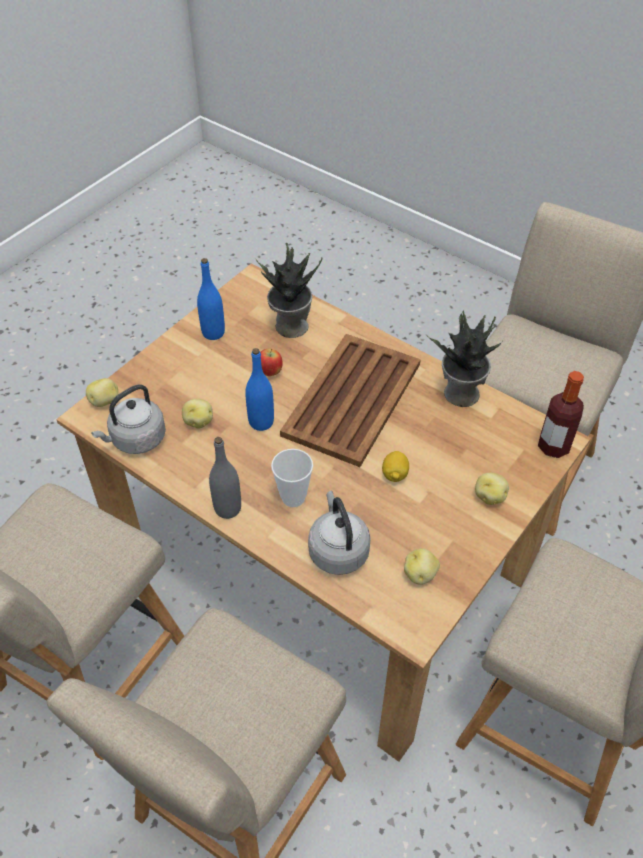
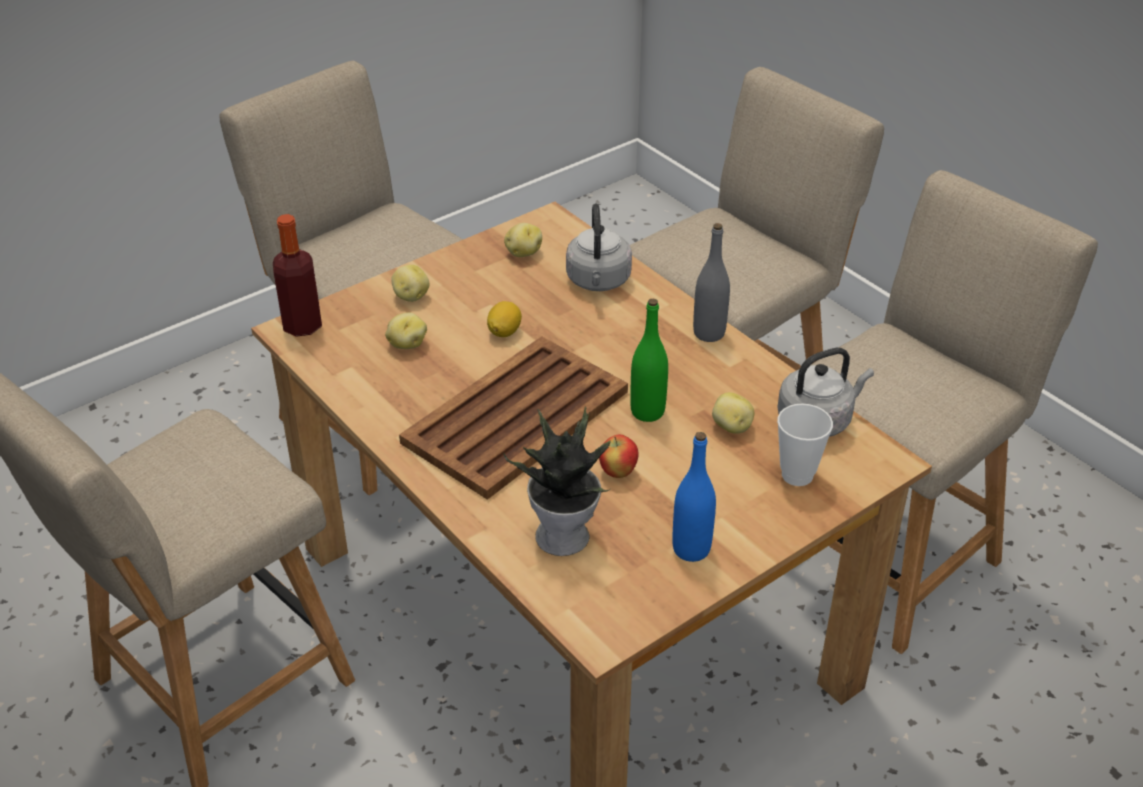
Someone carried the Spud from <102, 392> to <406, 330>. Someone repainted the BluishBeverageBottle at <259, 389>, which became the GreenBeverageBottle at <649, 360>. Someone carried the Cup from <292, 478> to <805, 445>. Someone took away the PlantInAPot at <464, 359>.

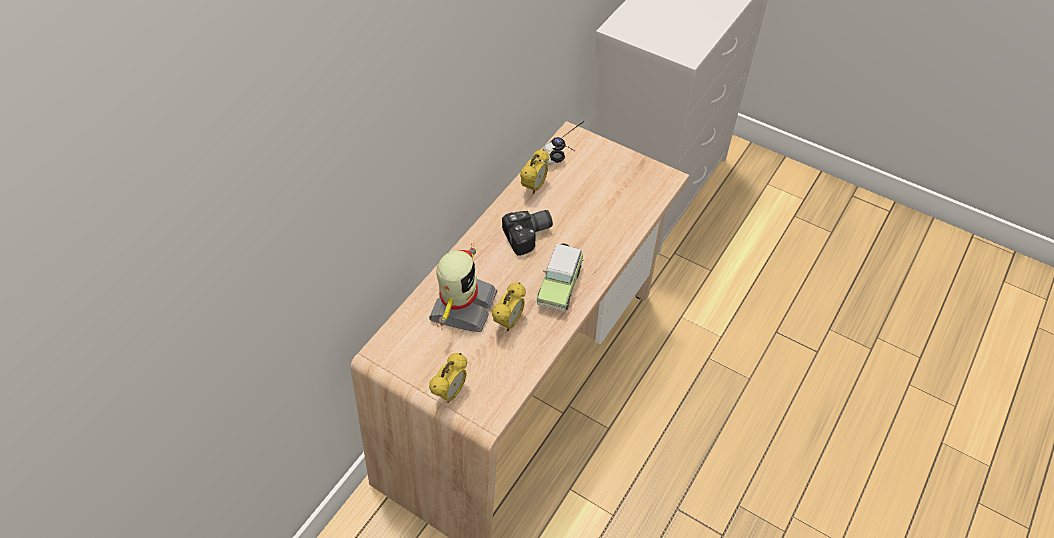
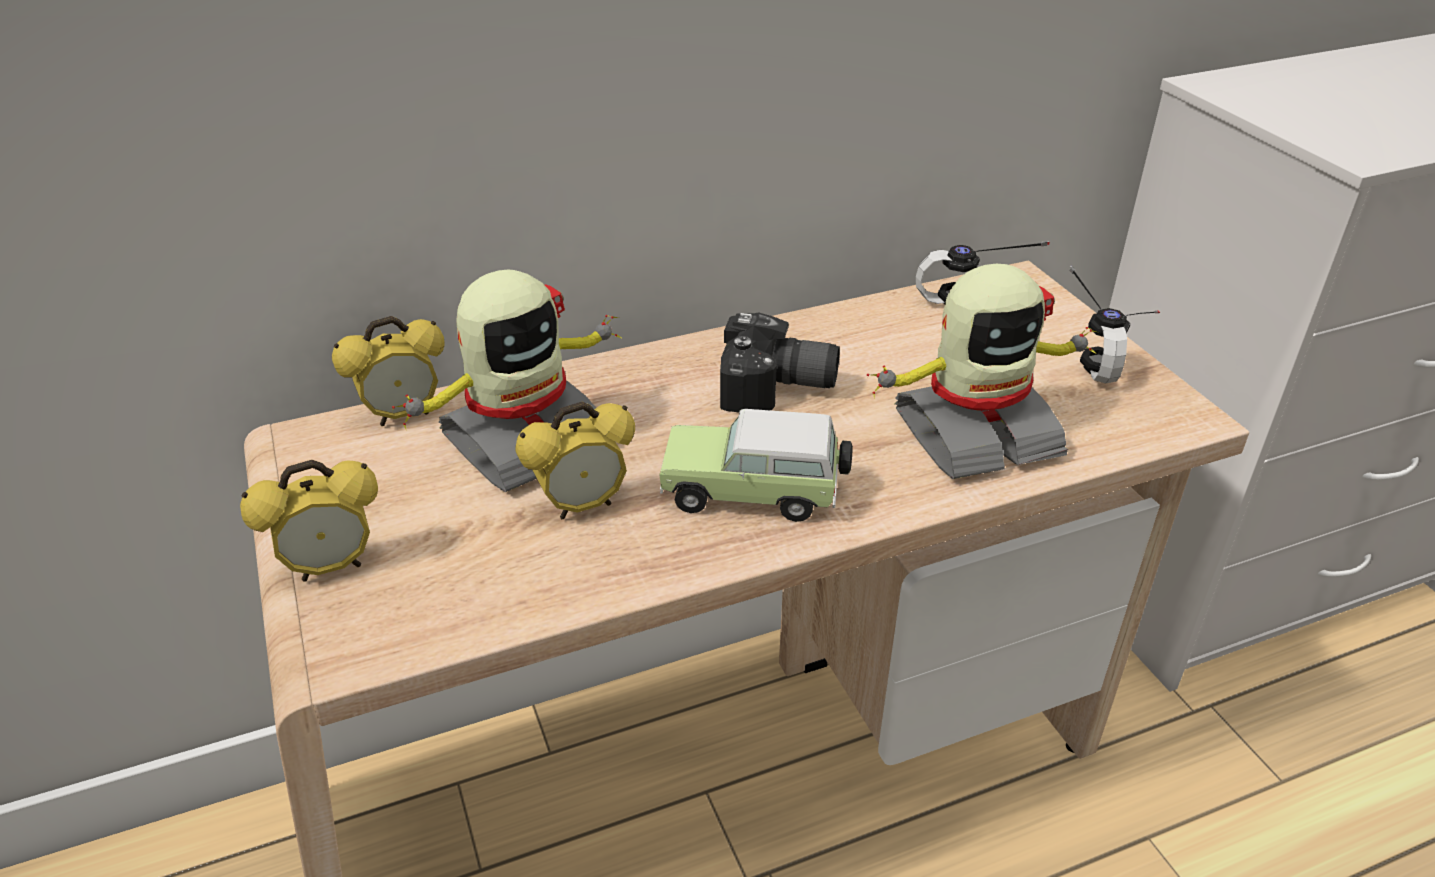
Someone carried the TableClock from <534, 171> to <388, 371>. Someone rotated the ToyCar at <560, 277> by 45 degrees clockwise. Someone put down the ToyRobot at <981, 371>. Someone put down the Headset at <1115, 324>.

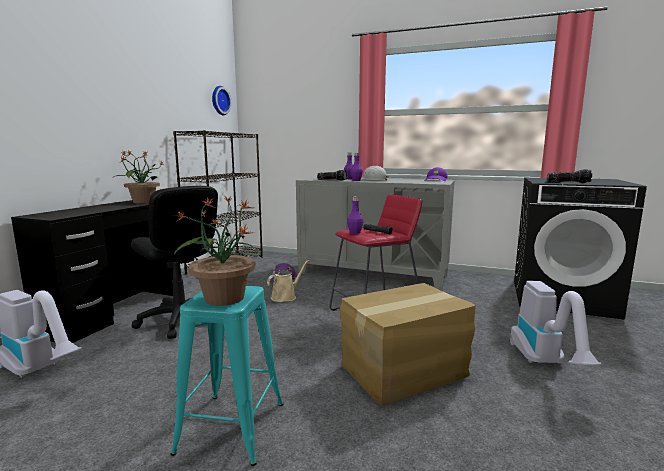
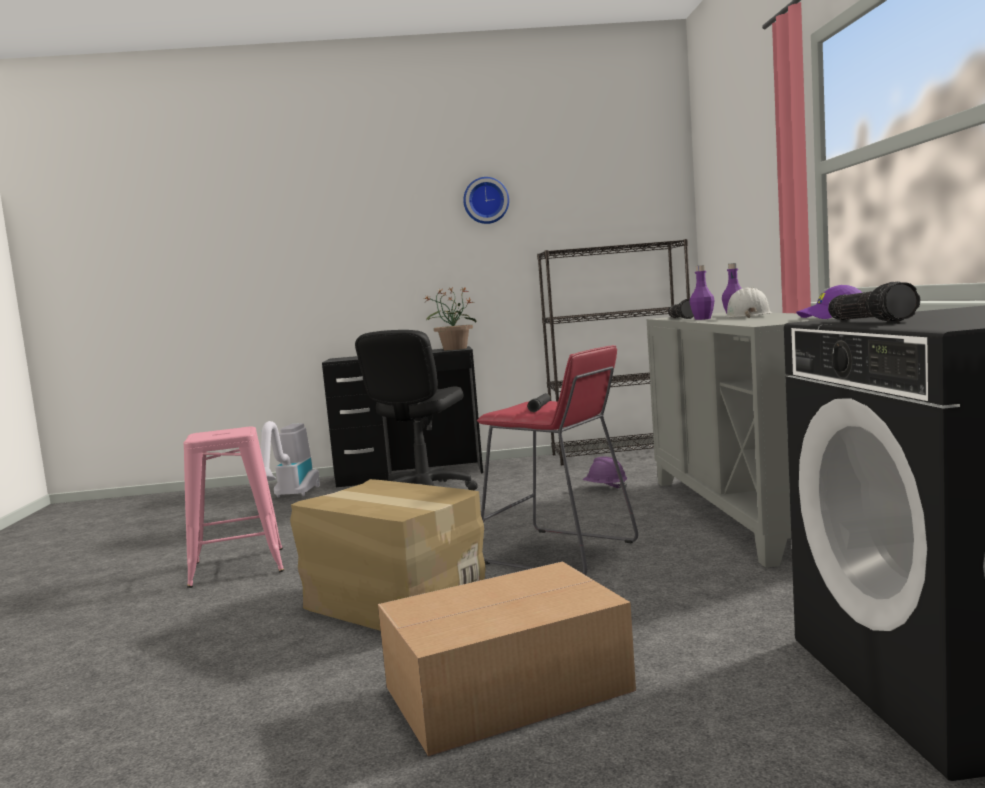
Someone repainted the BlueGreenStoolSeat at <227, 376>, which became the PinkColouredStoolSeat at <233, 507>. Someone swapped the Vacuum at <556, 323> for the CardboardBox at <507, 658>. Someone carried the HangingClock from <222, 100> to <486, 200>. Someone took away the PlantInAPot at <218, 250>. Someone took away the BeigeWateringCan at <288, 281>. Someone took away the PurpleBeverageBottle at <355, 215>.

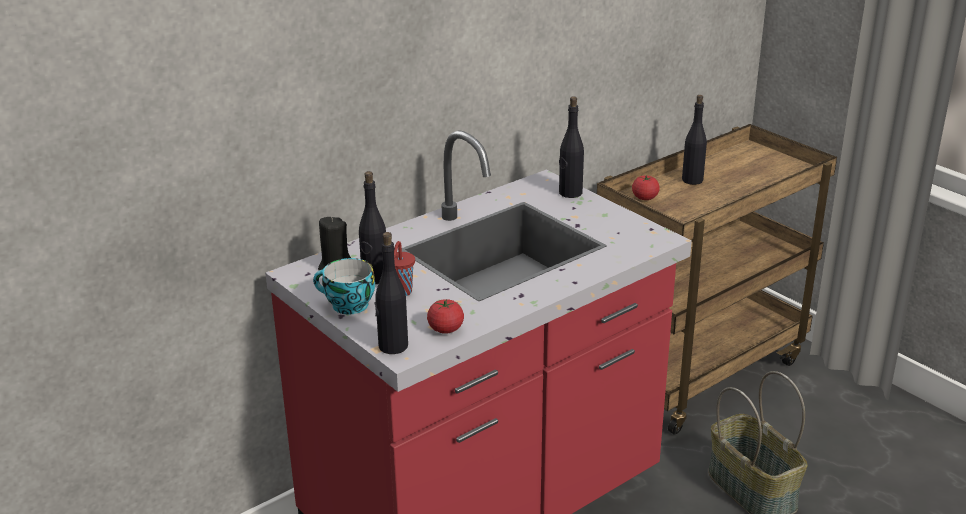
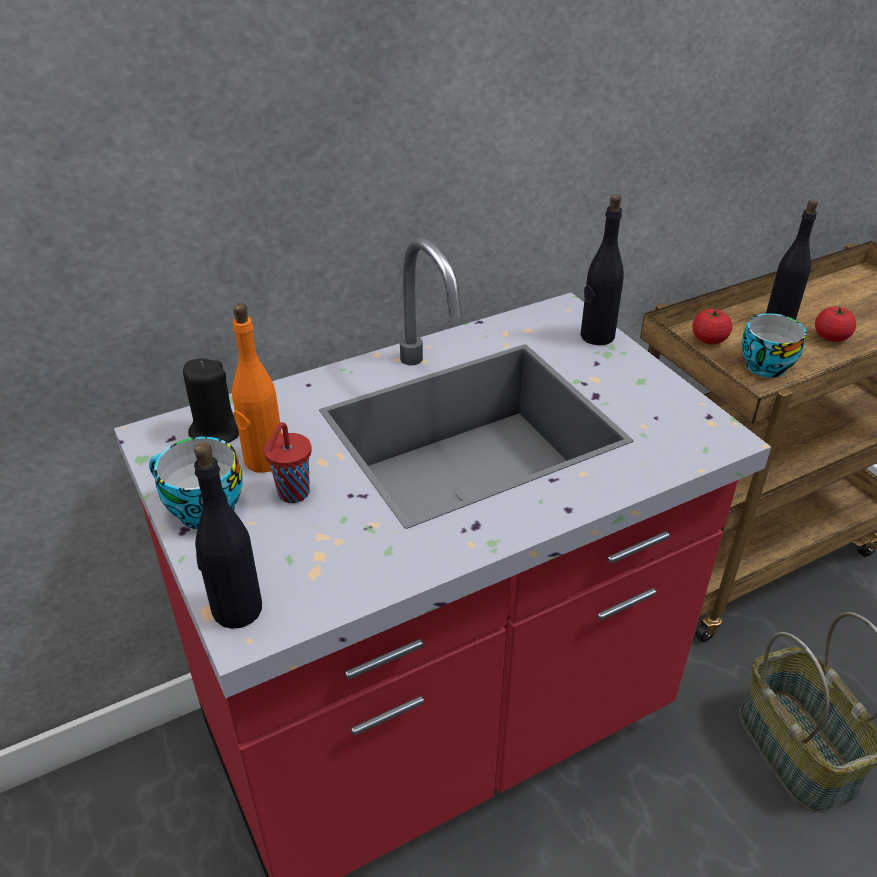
Someone repainted the BlackColouredBeverageBottle at <372, 227>, which became the OrangeBeverageBottle at <257, 388>. Someone put down the Cup at <773, 345>. Someone carried the WholeTomato from <445, 316> to <835, 324>.

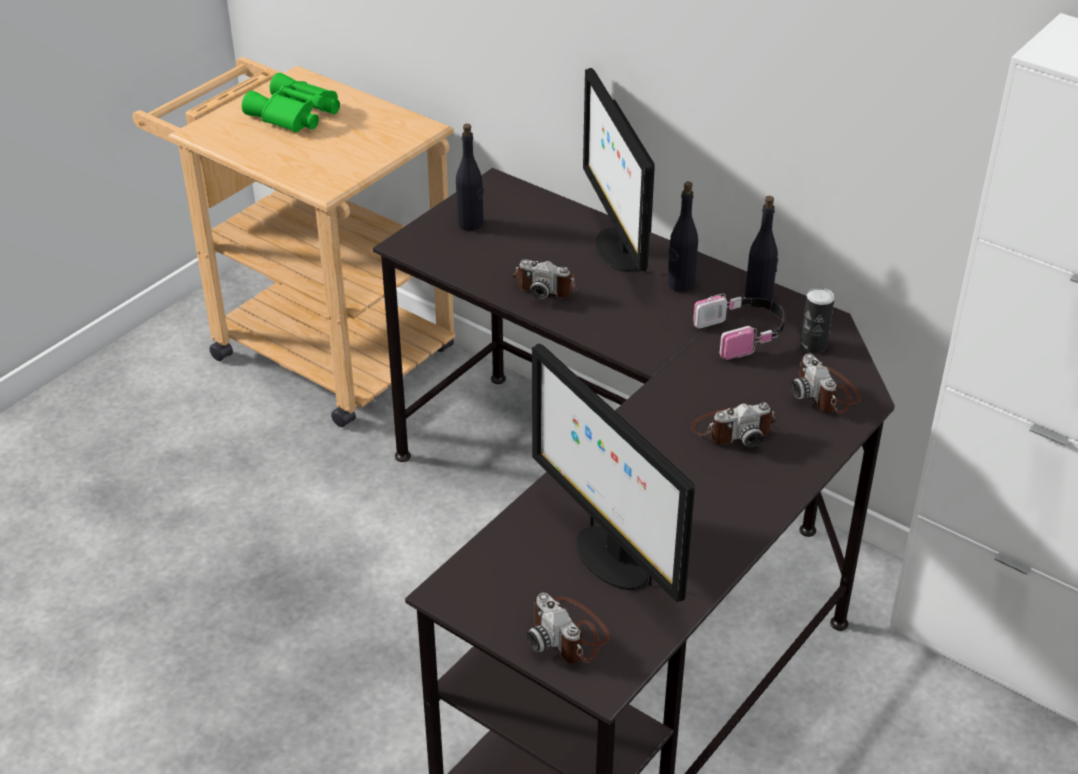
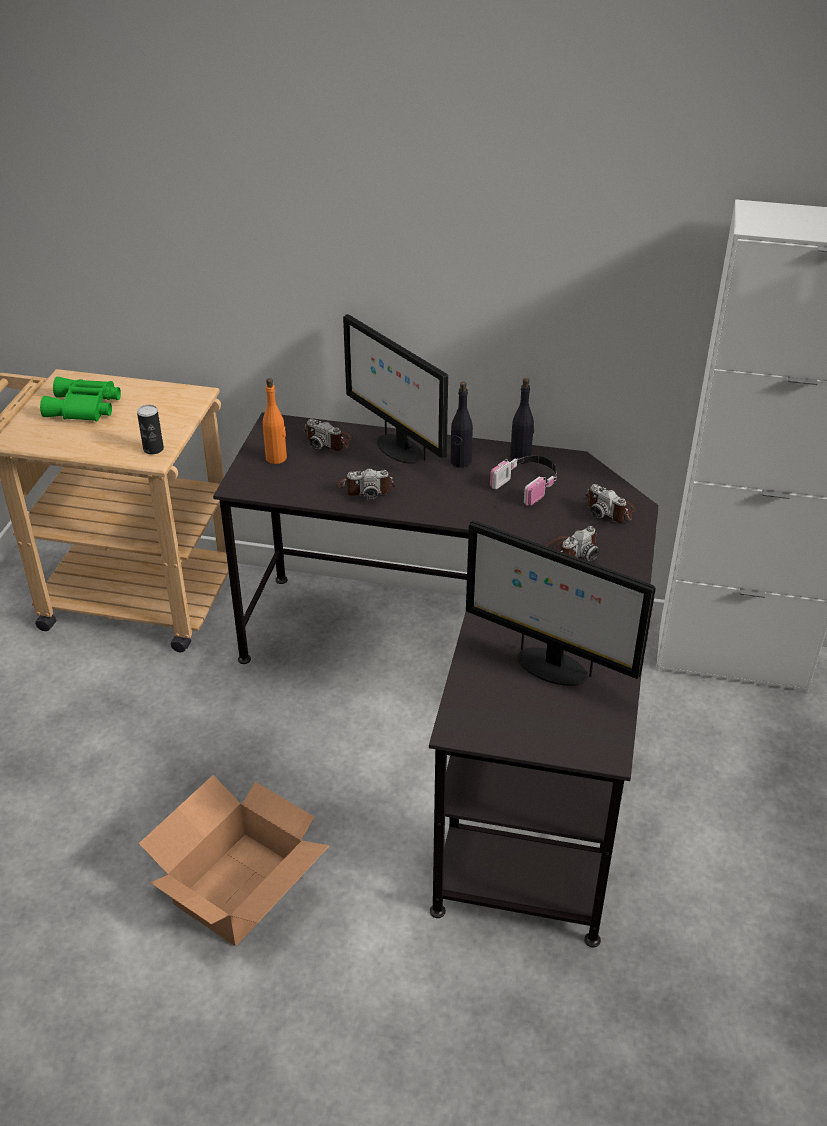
Someone carried the SealedCan from <817, 320> to <150, 429>. Someone put down the CardboardBox at <234, 860>. Someone repainted the BlackColouredBeverageBottle at <470, 177>, which became the OrangeBeverageBottle at <275, 421>. Someone carried the StillCamera from <568, 628> to <328, 435>.

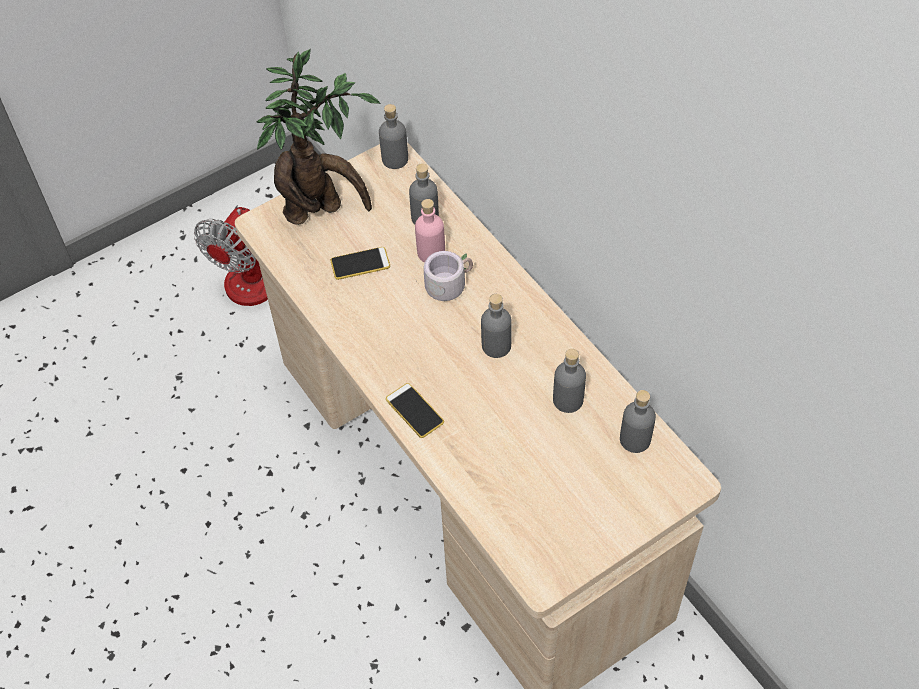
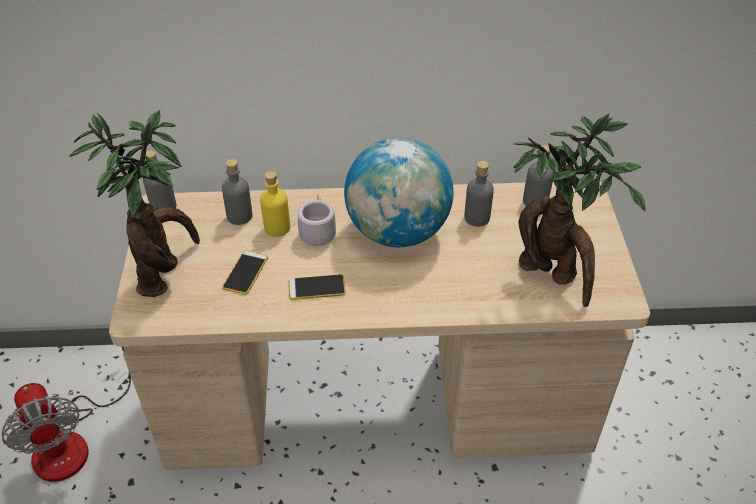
Someone repainted the PinkColouredBeverageBottle at <430, 230>, which became the YellowColouredBeverageBottle at <275, 204>. Someone carried the Phone from <415, 410> to <317, 287>. Someone swapped the GrayBeverageBottle at <496, 326> for the DeskGlobe at <399, 192>. Someone put down the PlantInAPot at <579, 210>.

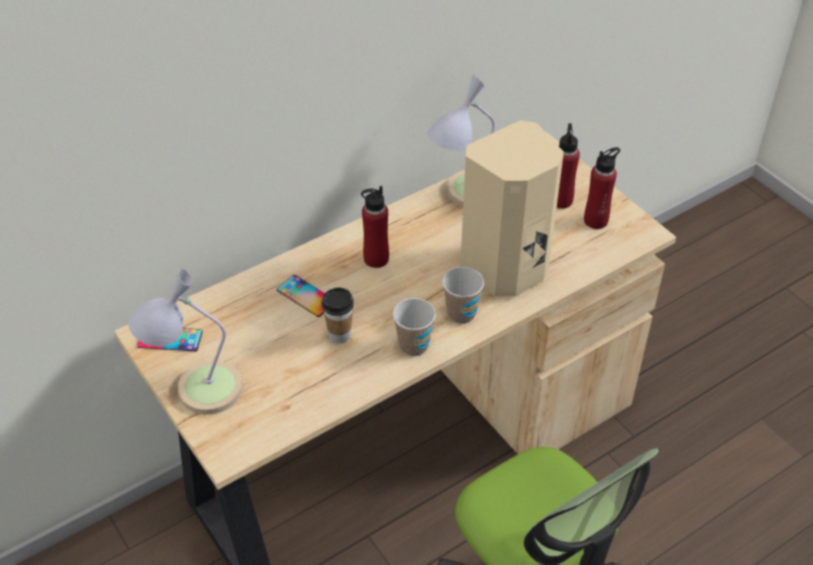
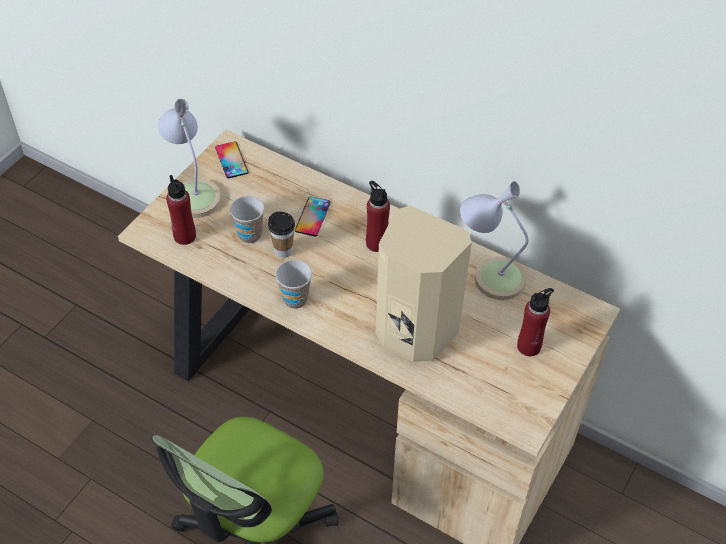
Someone carried the ReddishBeverageBottle from <602, 188> to <181, 210>. Someone carried the Cup from <463, 295> to <247, 219>.

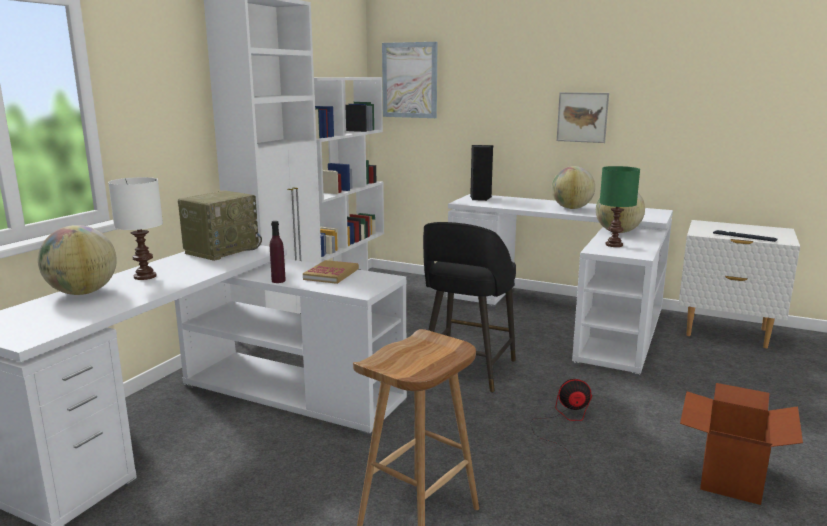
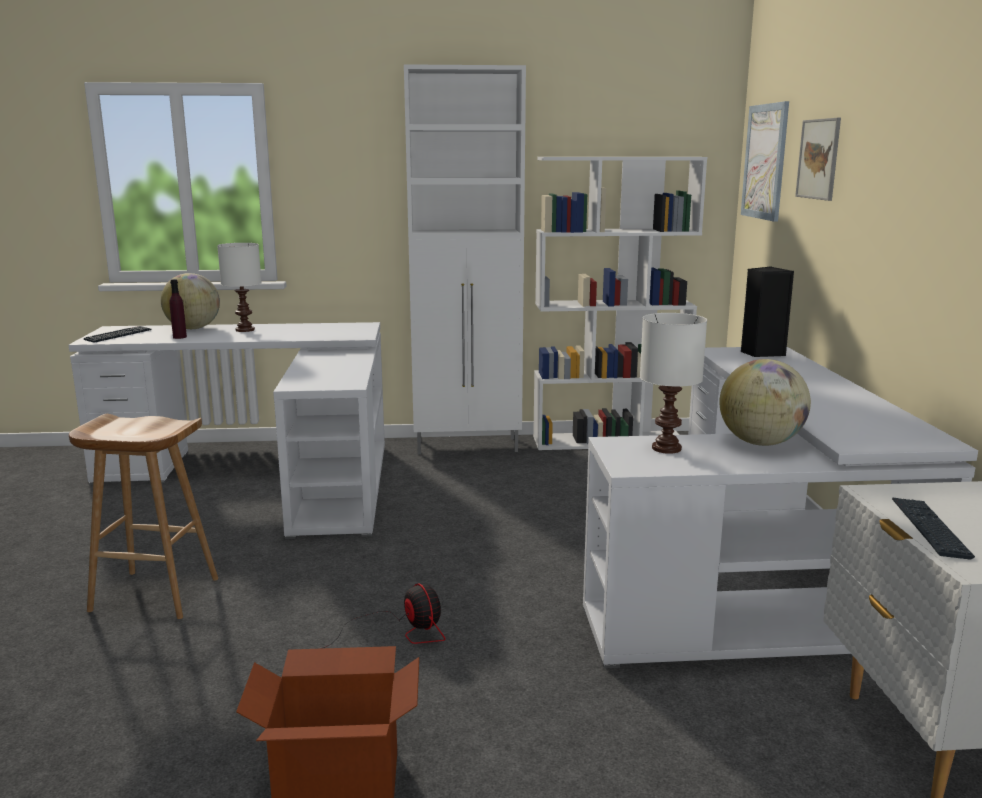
Someone put down the PcKeyboard at <117, 334>. Someone carried the PurpleBeverageBottle from <278, 252> to <178, 309>. Someone repainted the GreenTabletopLamp at <619, 206>, which became the WhiteTabletopLamp at <673, 383>. Someone carried the WallArt from <583, 117> to <818, 159>. Someone took away the Radio at <220, 225>. Someone took away the Volume at <331, 272>. Someone took away the BlackColouredStoolSeat at <469, 307>. Someone took away the DeskGlobe at <573, 187>.

